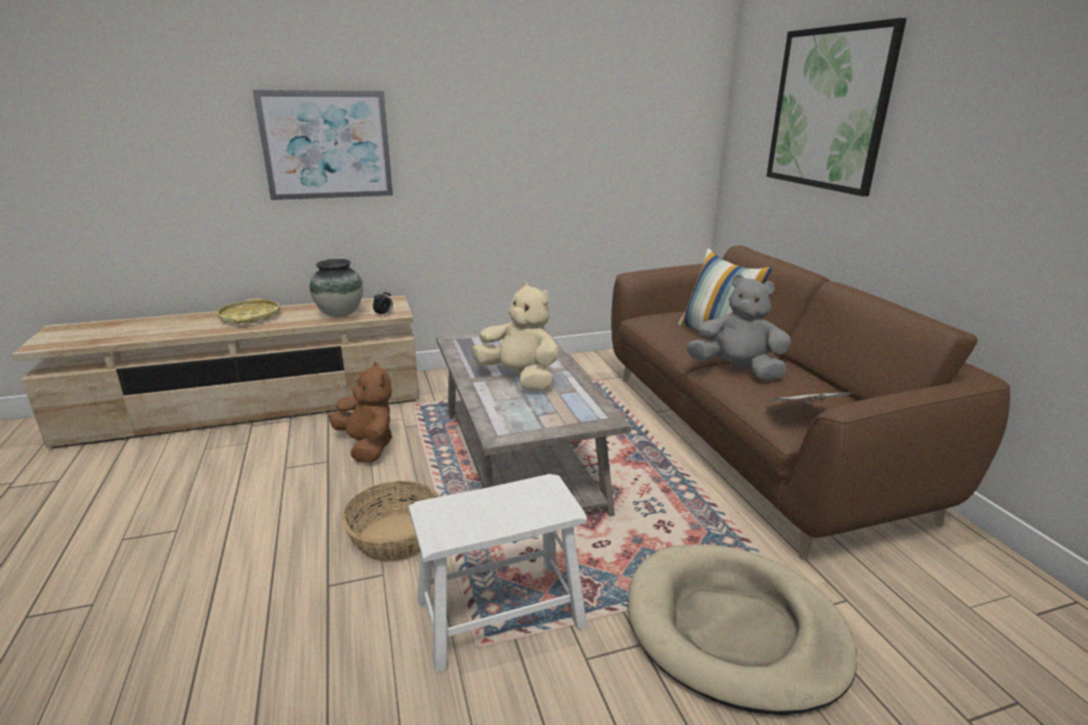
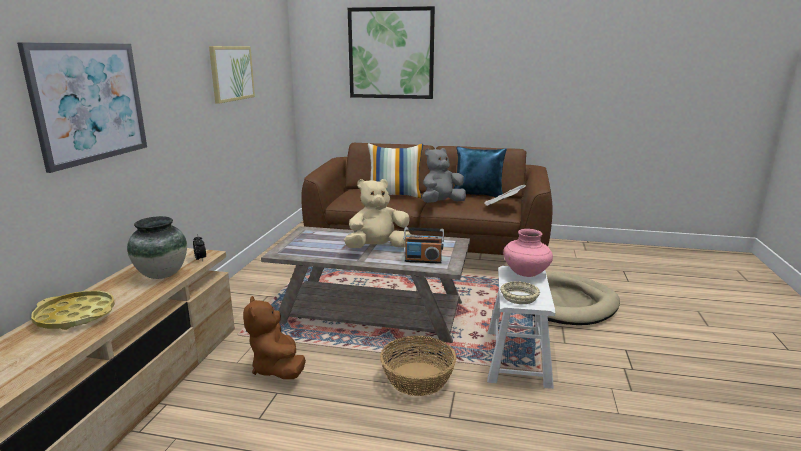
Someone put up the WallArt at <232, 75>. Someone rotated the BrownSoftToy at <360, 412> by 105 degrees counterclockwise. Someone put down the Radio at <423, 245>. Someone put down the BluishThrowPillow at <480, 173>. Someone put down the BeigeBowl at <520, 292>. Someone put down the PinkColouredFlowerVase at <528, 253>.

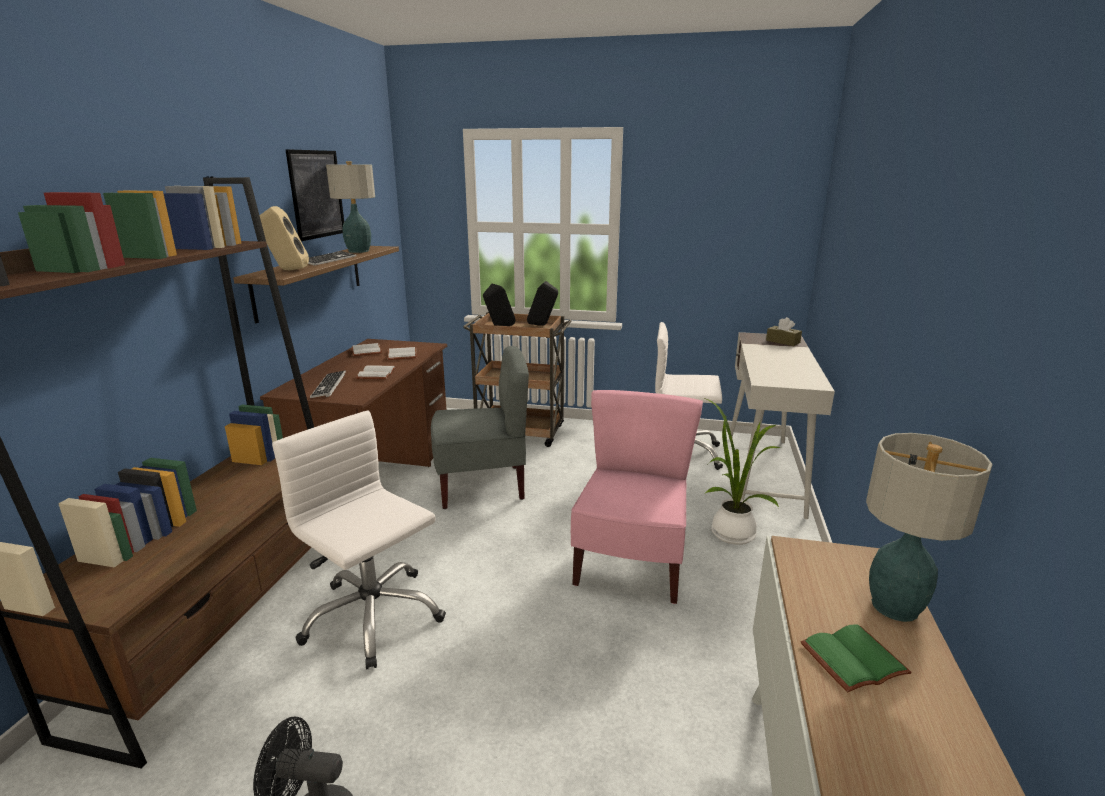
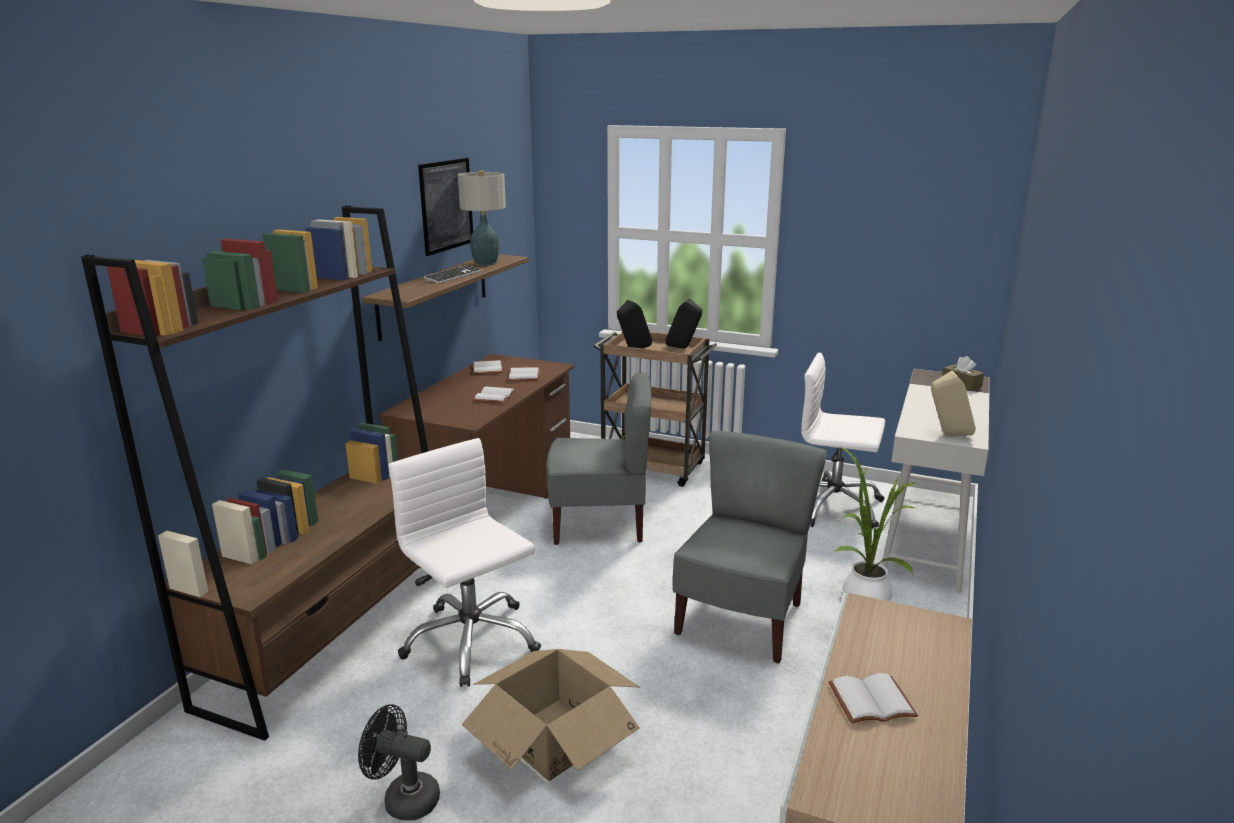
Someone put down the CardboardBox at <551, 715>. Someone repainted the PinkColouredUprightChair at <637, 497>, which became the GrayUprightChair at <750, 547>. Someone repainted the GreenVolume at <856, 658>, which became the WhiteVolume at <873, 698>. Someone carried the BeigeLoudspeaker from <284, 238> to <953, 403>. Someone took away the PcKeyboard at <328, 384>. Someone took away the TabletopLamp at <929, 527>.

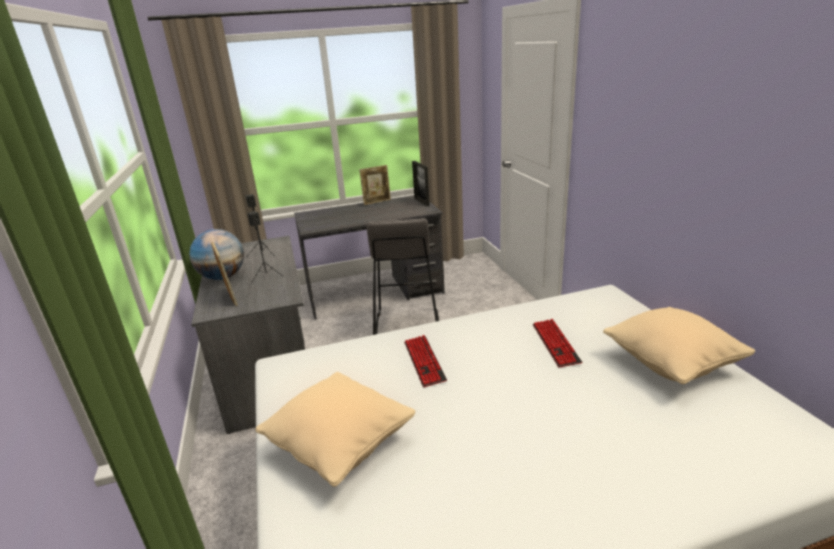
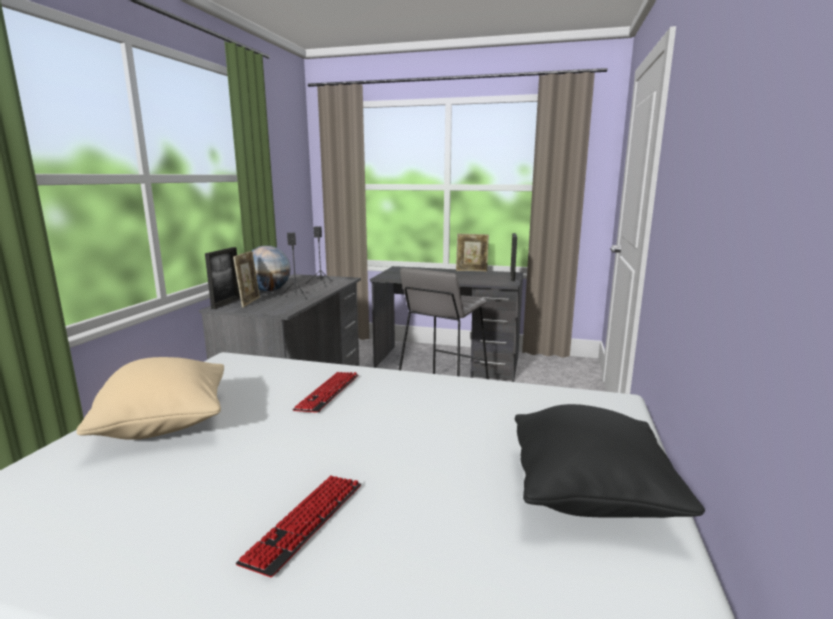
Someone put down the PhotoFrame at <222, 278>. Someone carried the PcKeyboard from <557, 343> to <298, 526>. Someone repainted the BeigeThrowPillow at <679, 345>, which became the BlackColouredThrowPillow at <610, 461>.

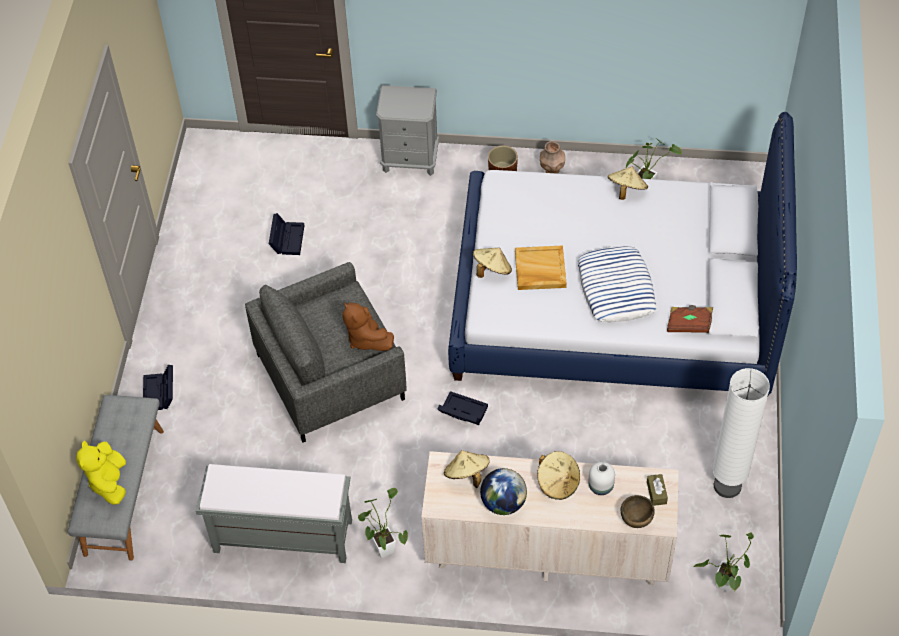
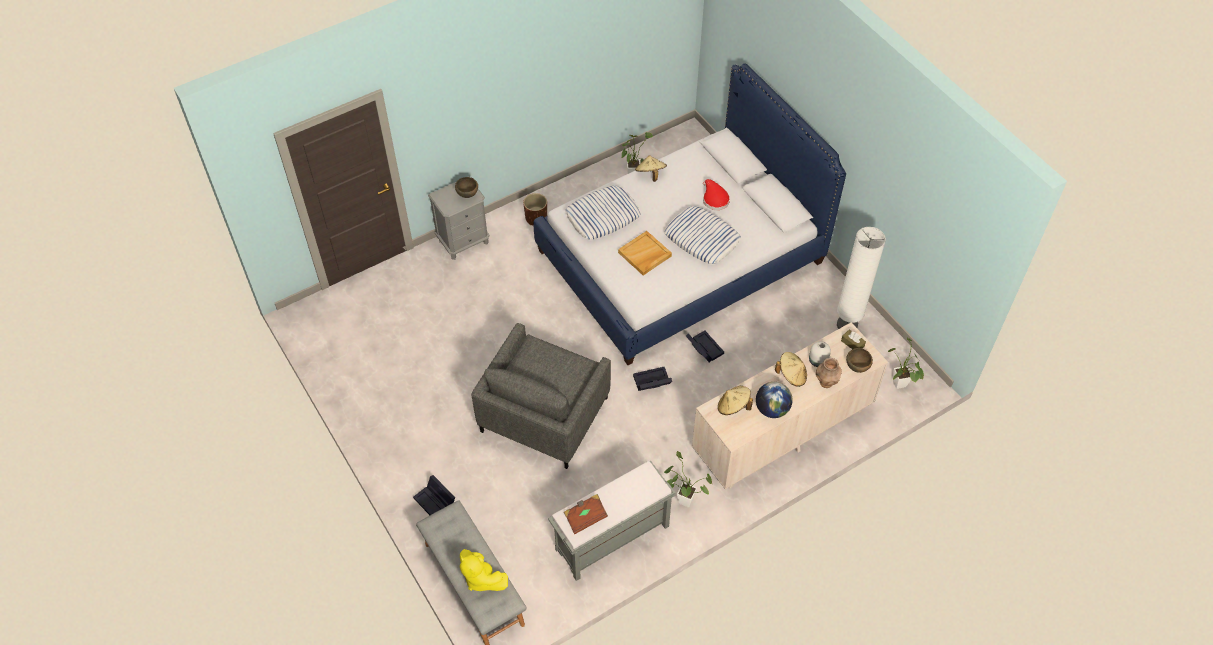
Someone put down the BrownBowl at <466, 187>. Someone carried the BrownVolume from <690, 319> to <586, 514>. Someone put down the ThrowPillow at <602, 212>. Someone carried the BlackColouredStorageBox from <286, 234> to <705, 346>. Someone put down the ReddishHat at <716, 194>. Someone carried the BrownFlowerVase from <552, 157> to <829, 373>. Someone took away the BrownSoftToy at <368, 326>. Someone took away the BeigeHat at <492, 263>.

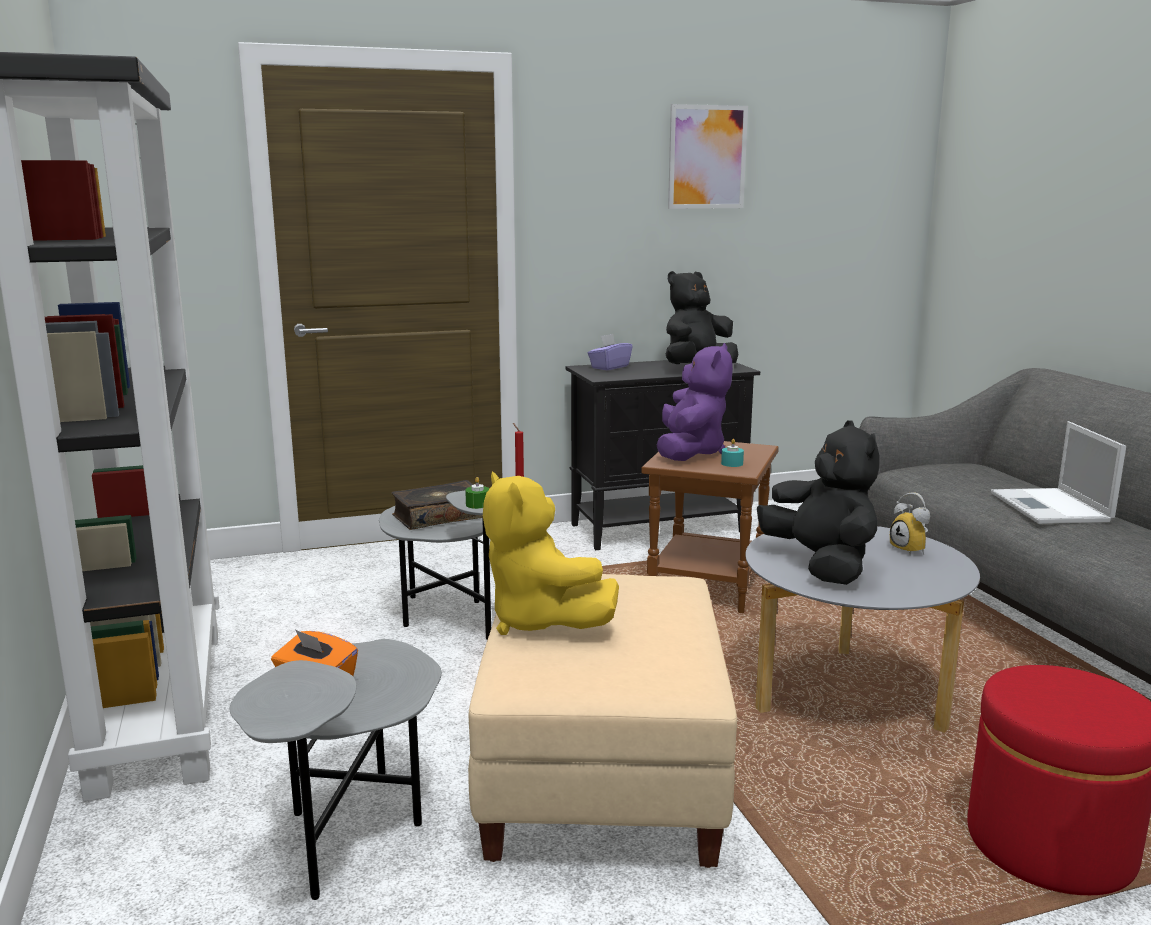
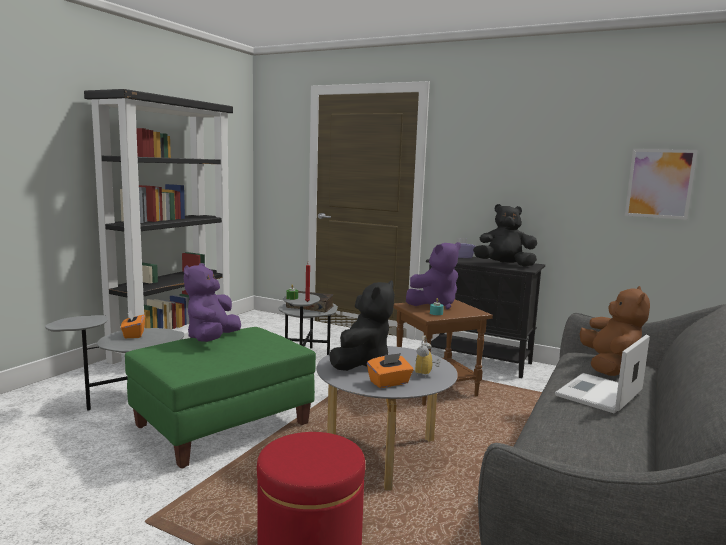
Someone repainted the BeigeOttoman at <602, 721>, which became the GreenOttoman at <220, 397>. Someone repainted the YellowColouredSoftToy at <551, 553>, which became the PurpleSoftToy at <212, 302>. Someone put down the OrangeBoxOfTissues at <390, 370>. Someone put down the BrownSoftToy at <615, 331>. Someone carried the WallArt from <708, 156> to <661, 184>.

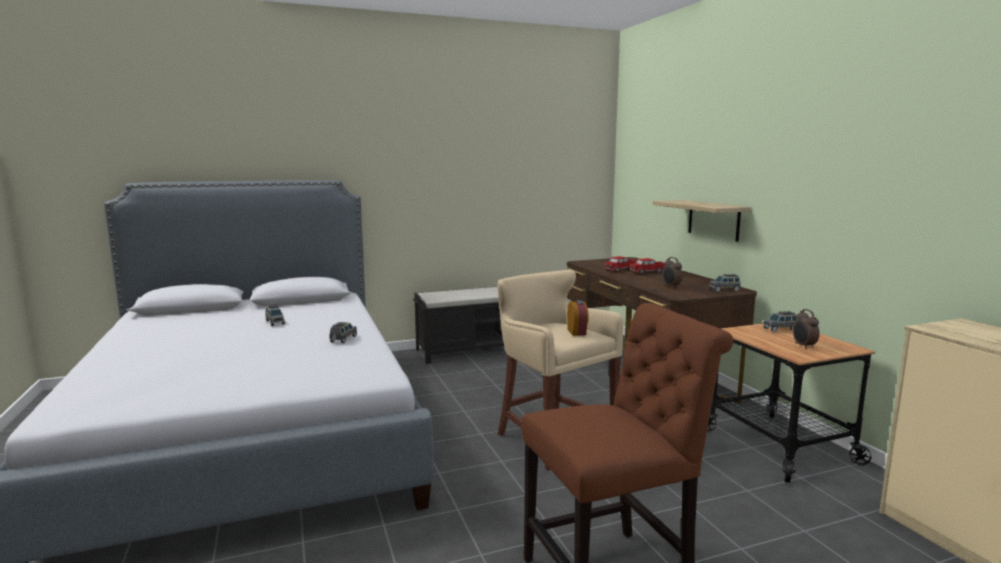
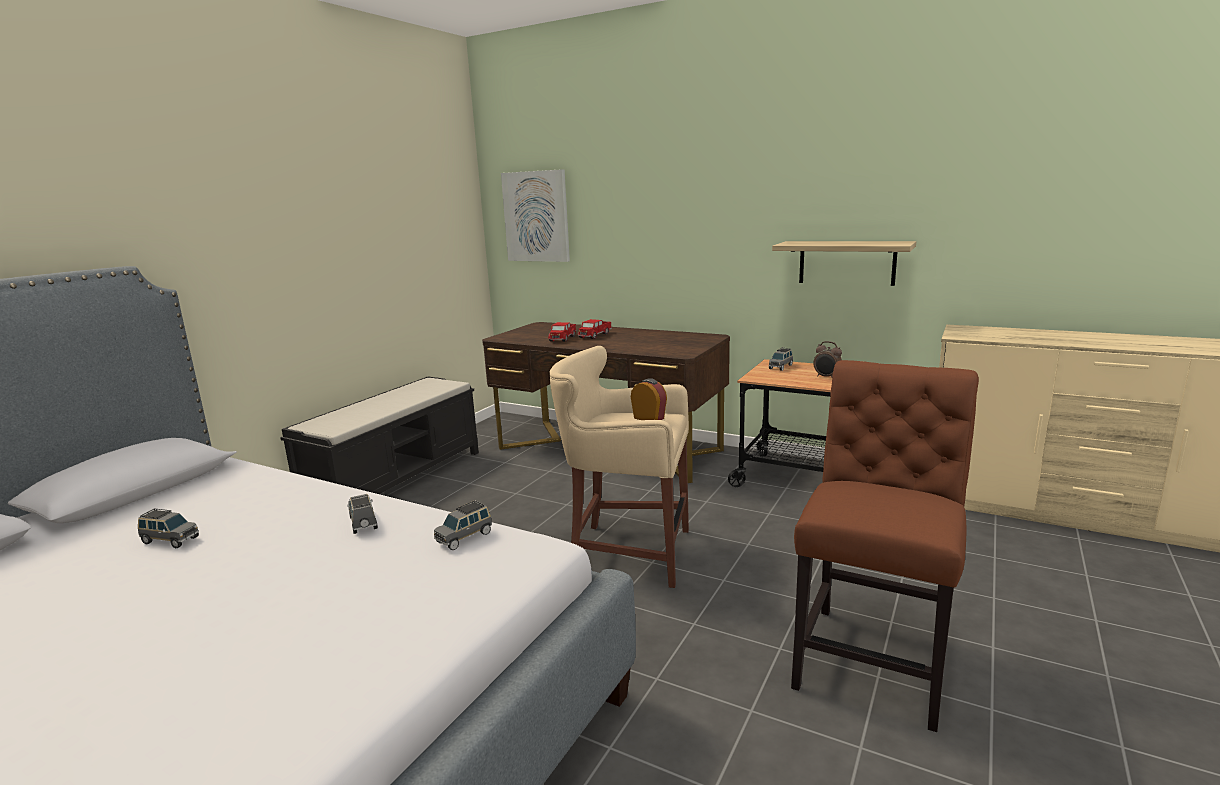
Someone carried the GrayToyCar from <724, 283> to <463, 525>. Someone put up the WallArt at <535, 215>. Someone carried the BracketShelf from <702, 221> to <844, 263>. Someone took away the TableClock at <672, 272>.

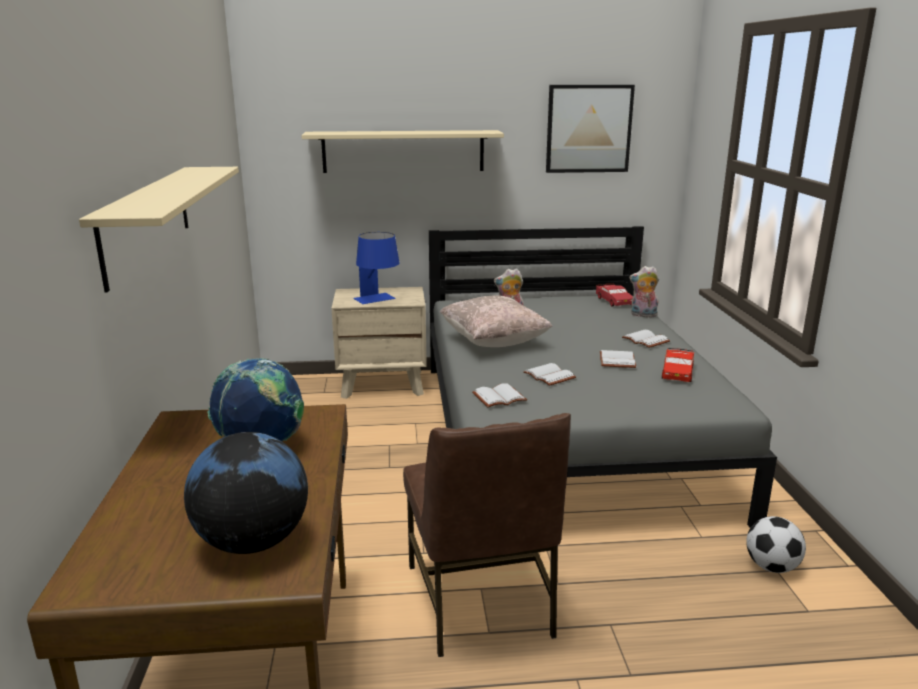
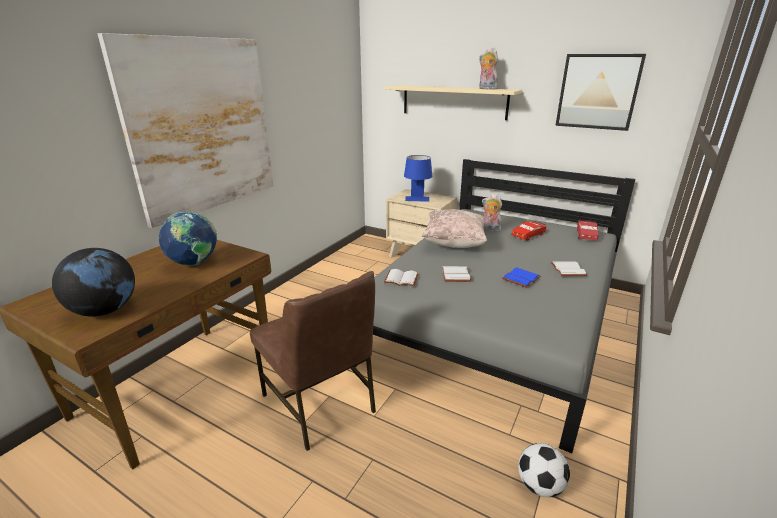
Someone swapped the BeigeBracketShelf at <159, 229> for the WallArt at <186, 130>. Someone rotated the BrownUprightChair at <487, 535> by 60 degrees counterclockwise. Someone carried the SoftToy from <644, 291> to <488, 69>. Someone repainted the WhiteVolume at <618, 359>, which became the BluishVolume at <521, 277>. Someone carried the ReddishToyCar from <678, 365> to <528, 231>.

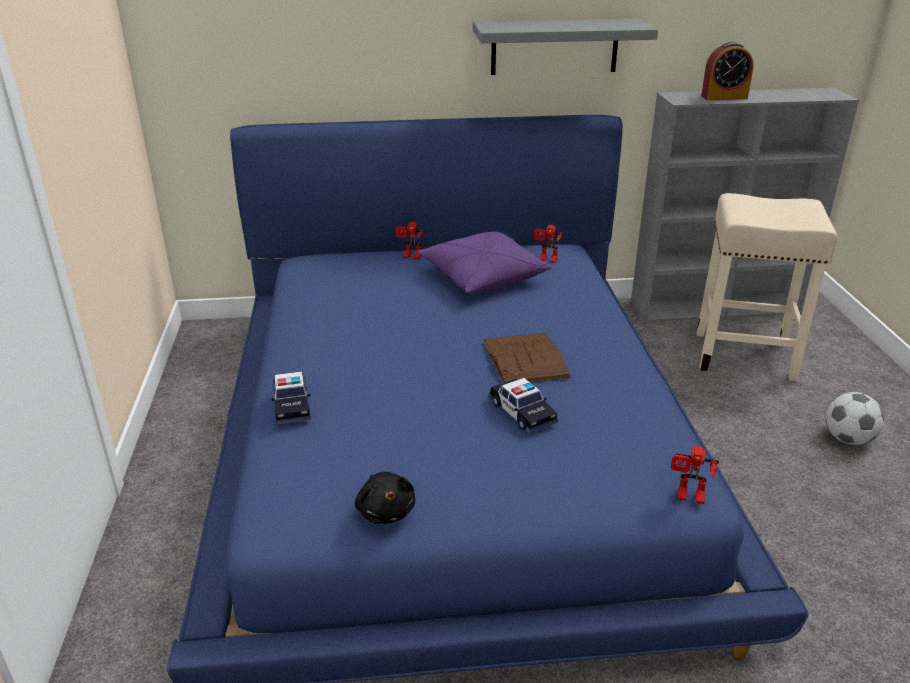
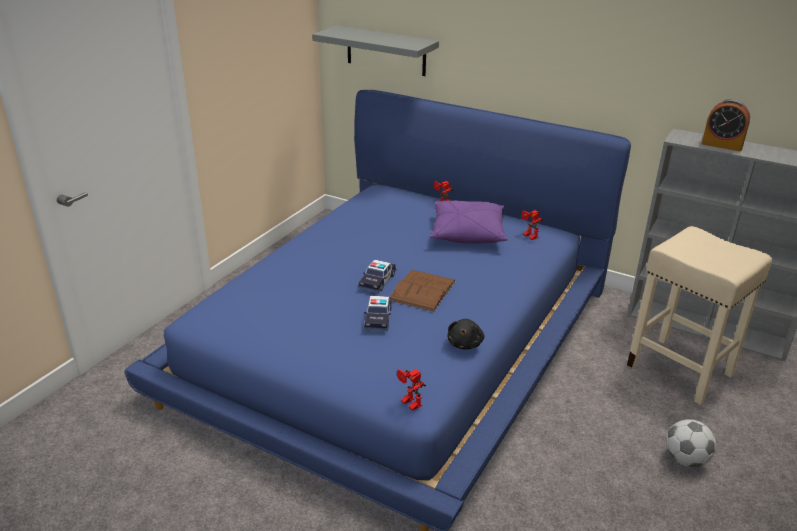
Someone carried the GrayBracketShelf from <565, 46> to <375, 51>. Someone carried the ToyCar from <291, 397> to <377, 276>. Someone carried the BlackColouredSoftToy from <385, 498> to <465, 334>.

